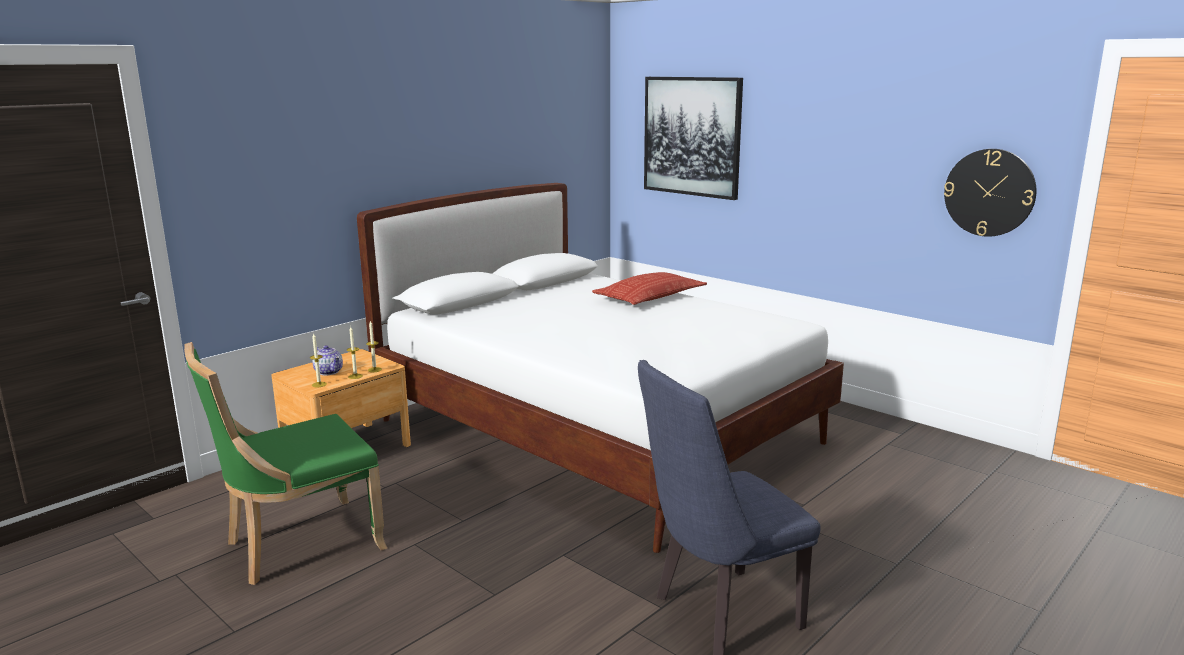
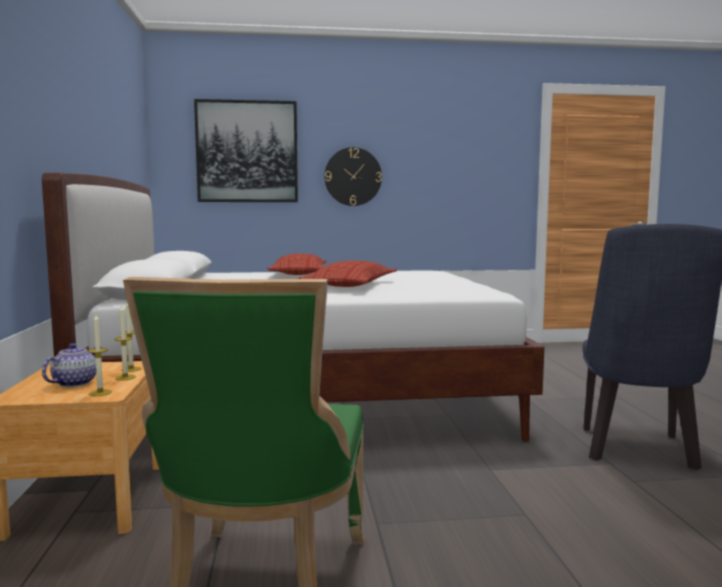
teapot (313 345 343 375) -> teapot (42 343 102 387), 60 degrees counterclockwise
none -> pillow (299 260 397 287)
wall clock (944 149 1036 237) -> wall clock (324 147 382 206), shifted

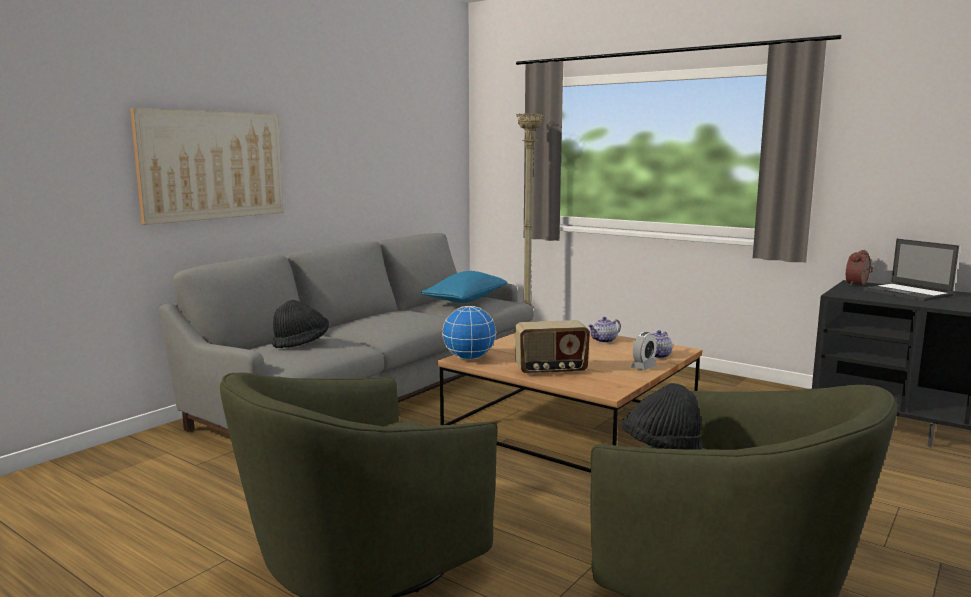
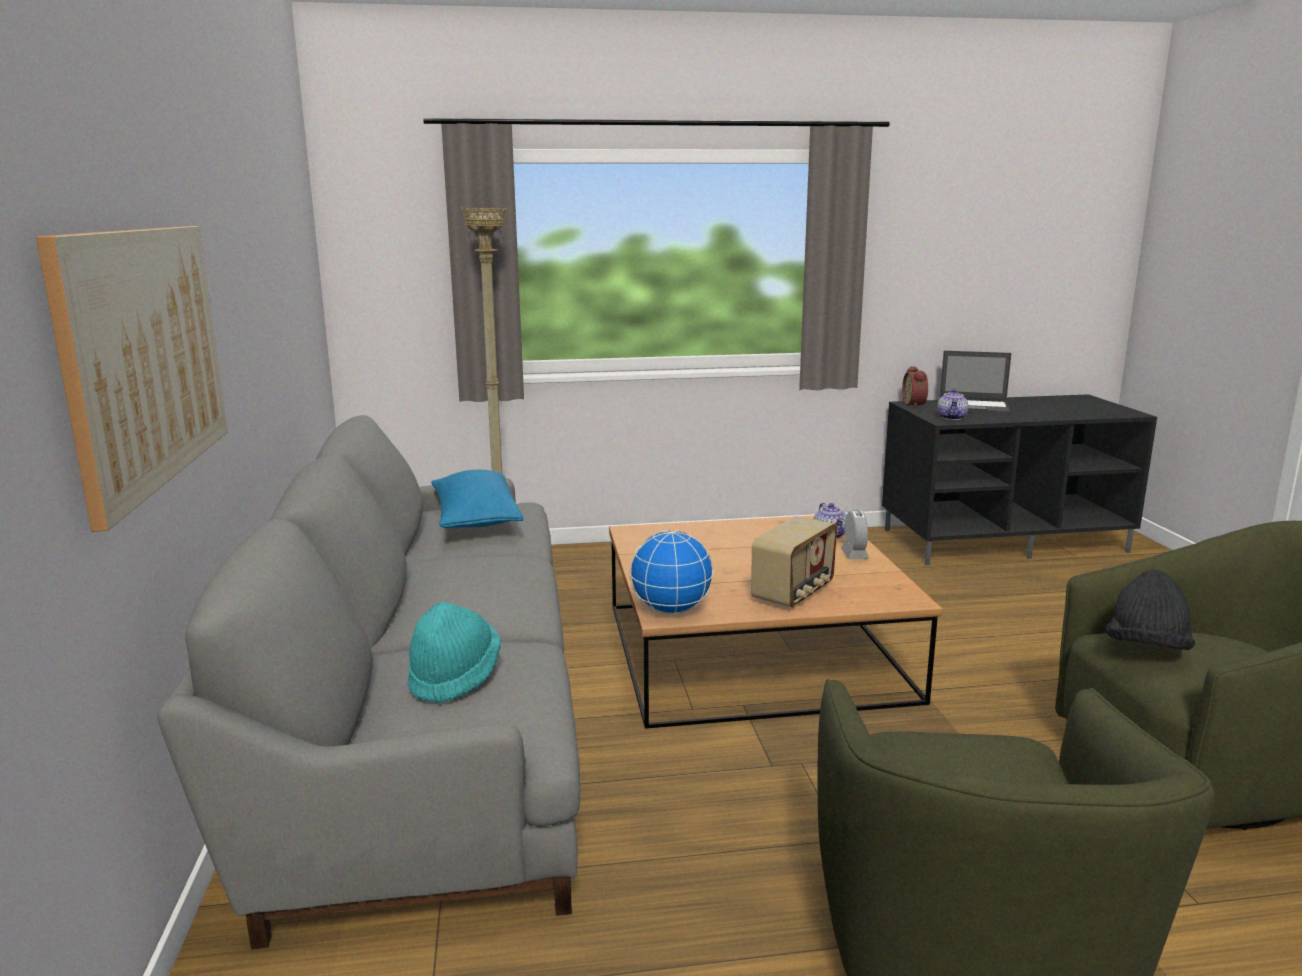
black hat (272 300 329 348) -> turquoise hat (408 602 501 704)
teapot (588 317 621 343) -> teapot (937 389 968 420), shifted

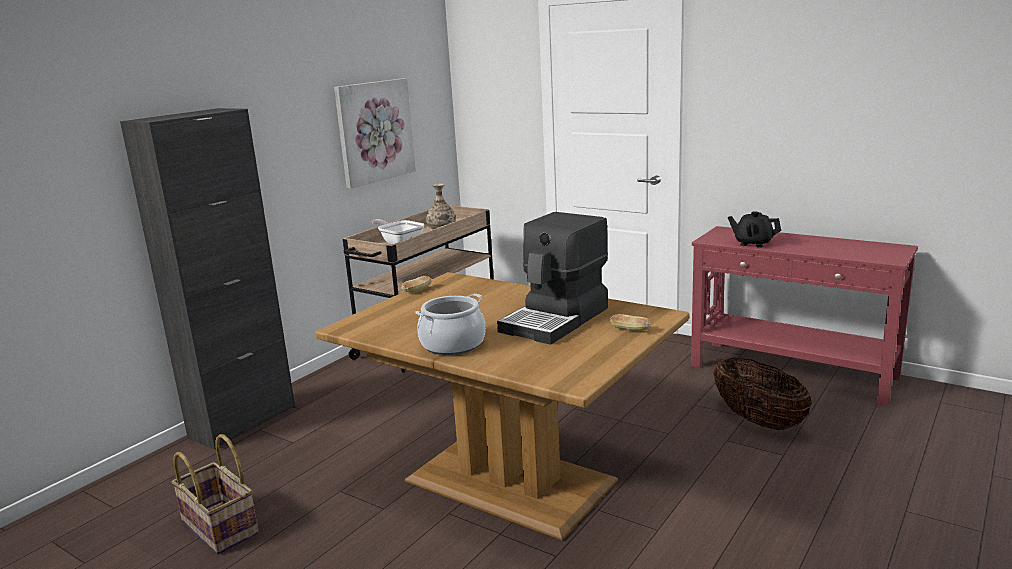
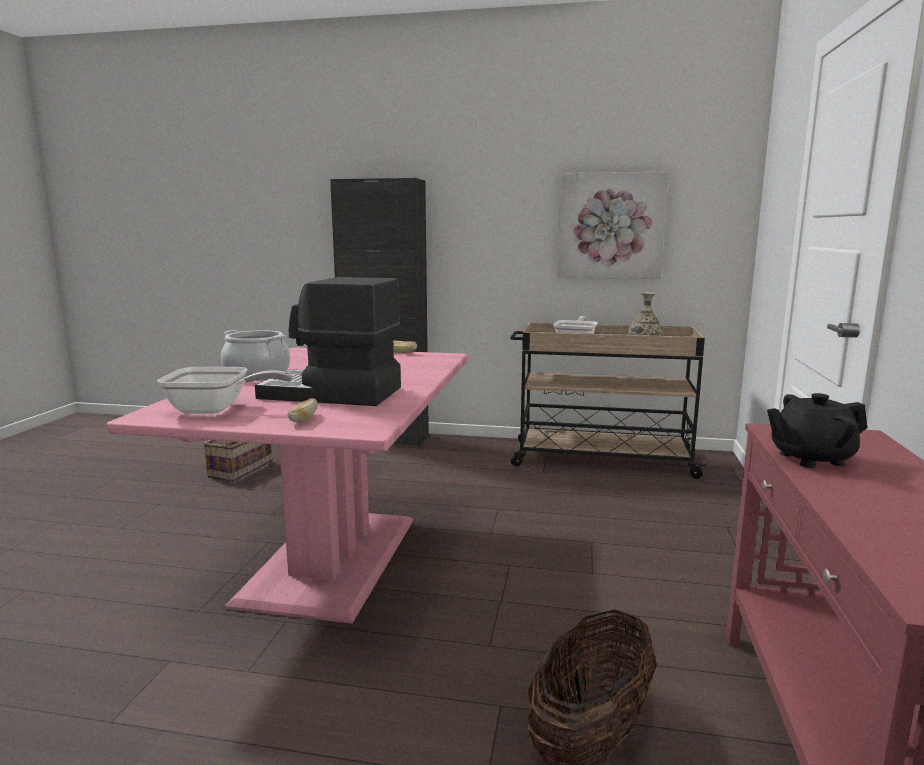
brown dining table (316 272 689 540) -> pink dining table (107 347 468 624)
none -> frying pan (157 367 293 414)
black teapot (728 211 781 248) -> black teapot (767 393 867 468), 105 degrees counterclockwise

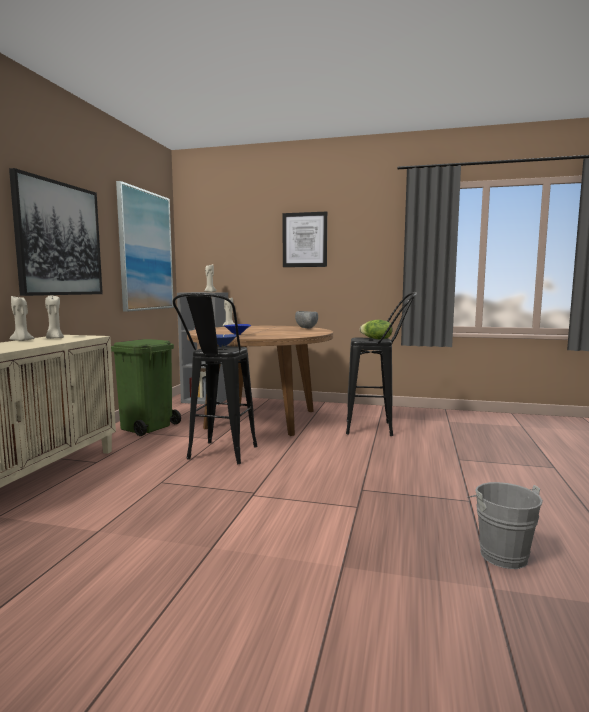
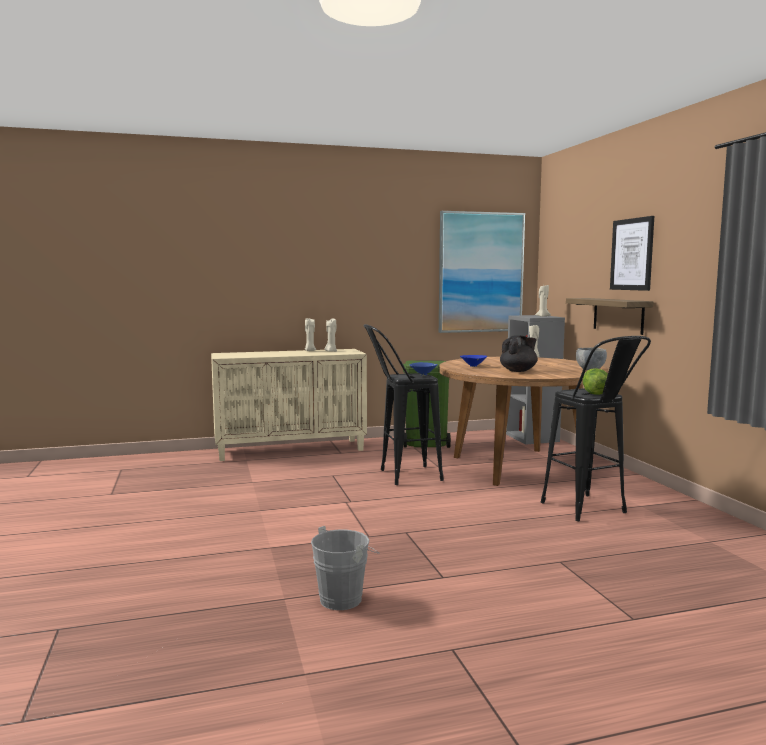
none -> black teapot (500 335 538 372)
none -> shelf (566 298 654 335)
picture (9 168 103 296) -> none

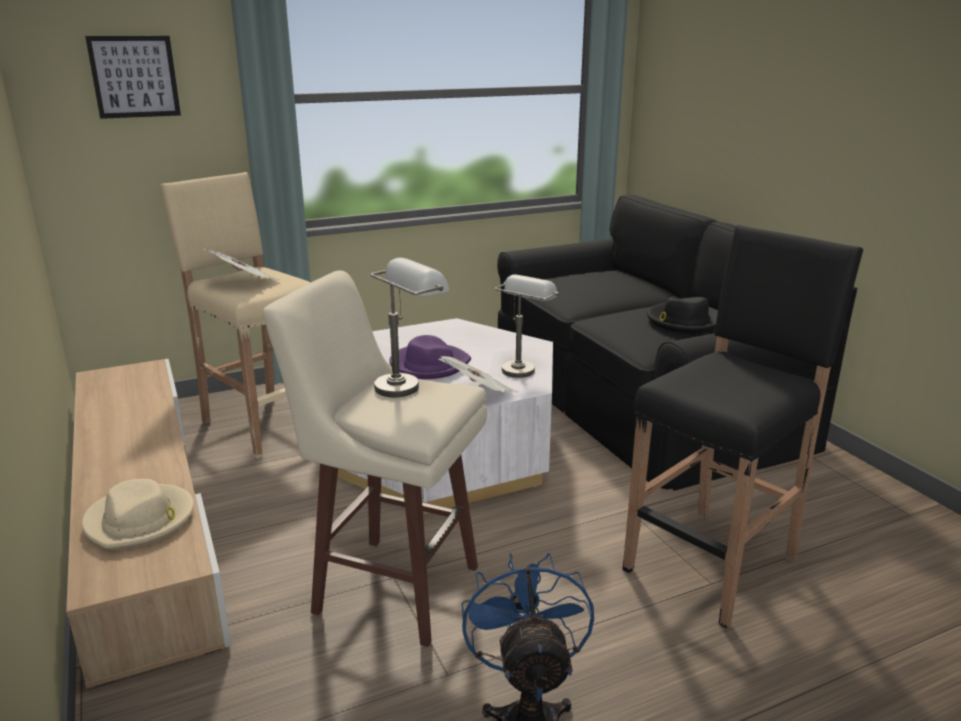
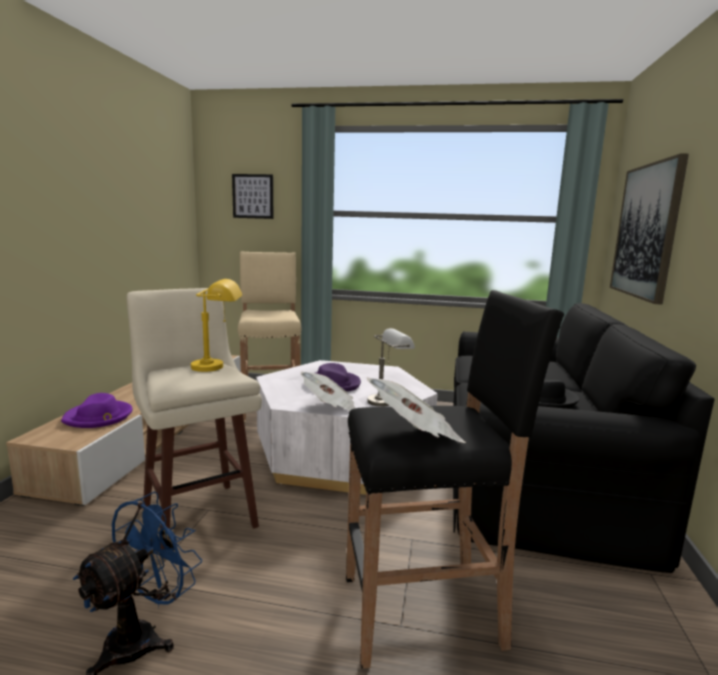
beige hat (82 479 194 550) -> purple hat (61 393 133 428)
grey table lamp (370 258 450 397) -> yellow table lamp (191 279 242 372)
newspaper (203 249 280 280) -> newspaper (366 378 466 443), shifted
none -> picture (610 154 689 305)

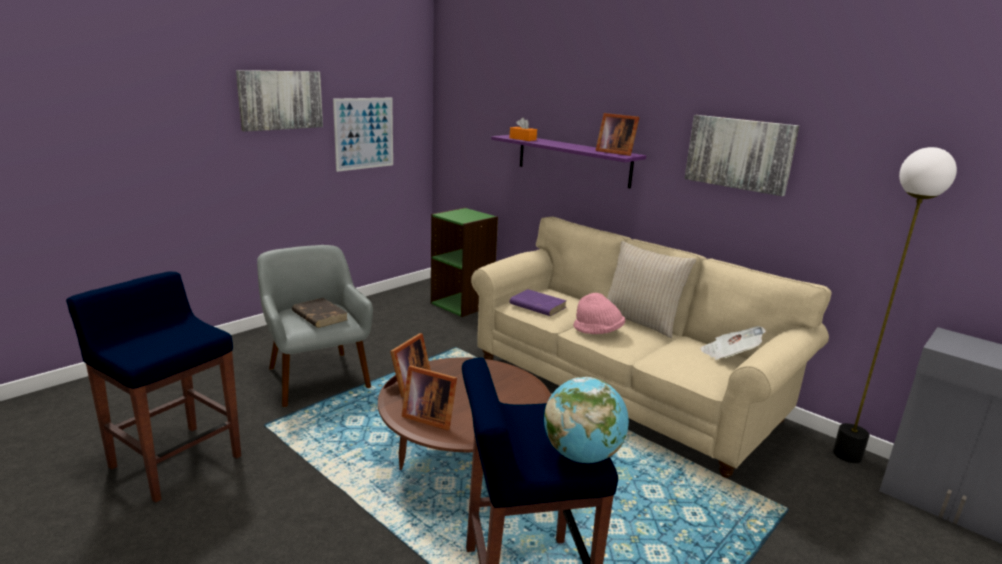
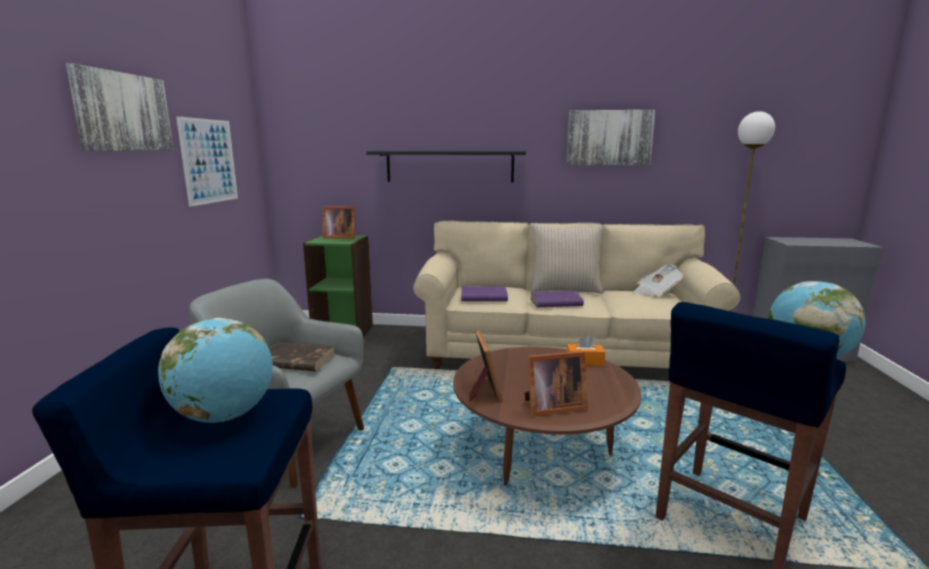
none -> globe (158 318 273 423)
picture frame (596 113 640 156) -> picture frame (323 206 355 238), shifted
purple shelf (491 135 646 189) -> black shelf (366 151 526 183)
pink hat (573 293 625 334) -> purple book (530 291 584 307)
orange tissue box (510 118 537 141) -> orange tissue box (567 335 605 366), shifted

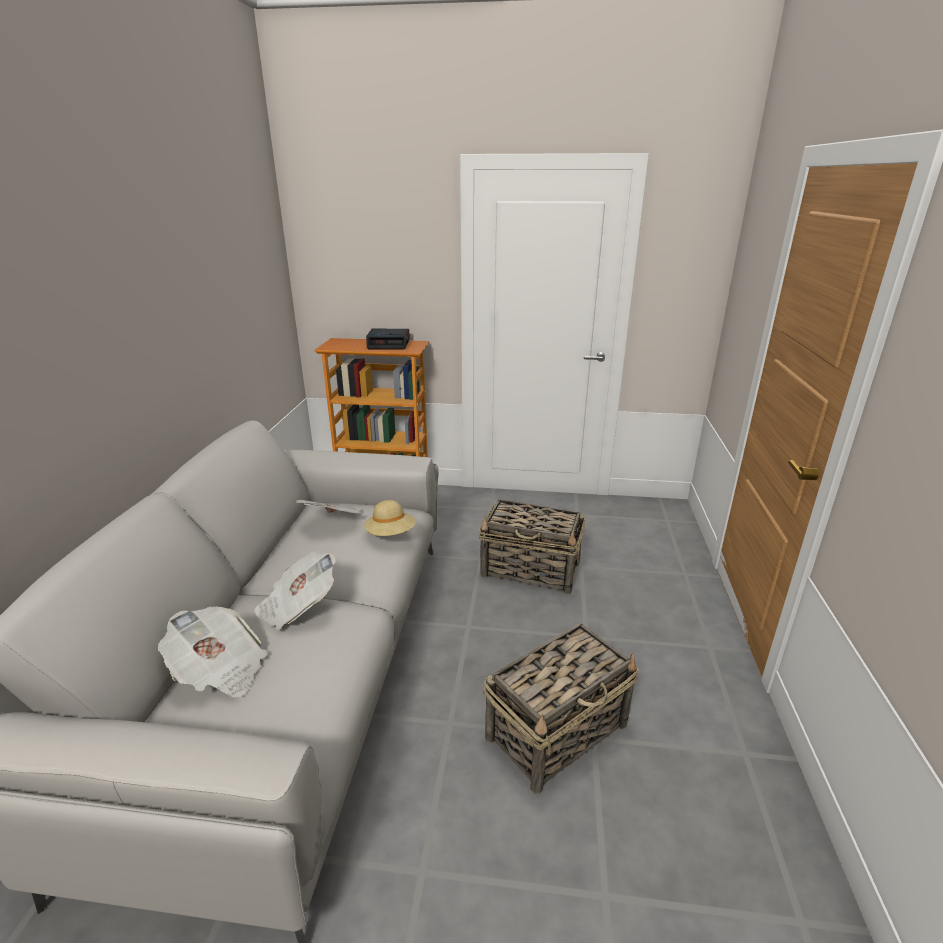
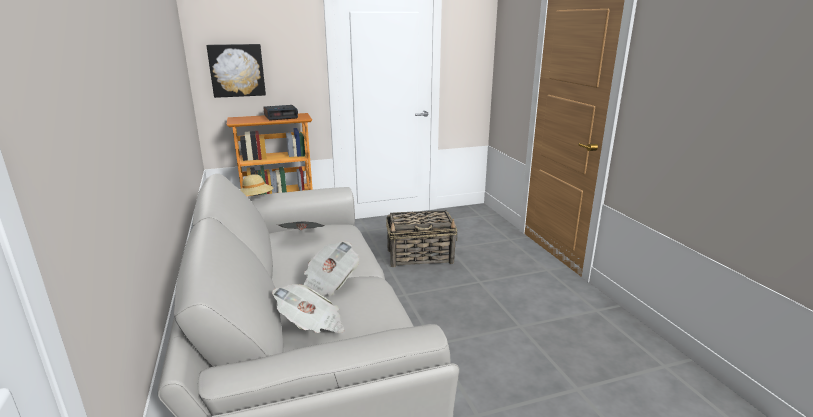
none -> picture (206 44 266 98)
beige hat (364 500 416 536) -> beige hat (240 174 274 196), shifted
basket (483 623 639 794) -> none

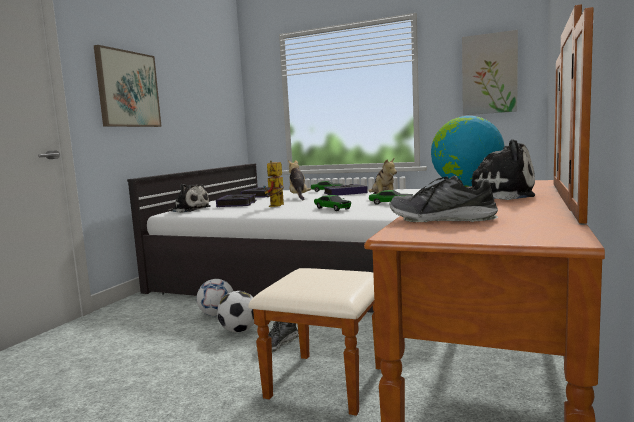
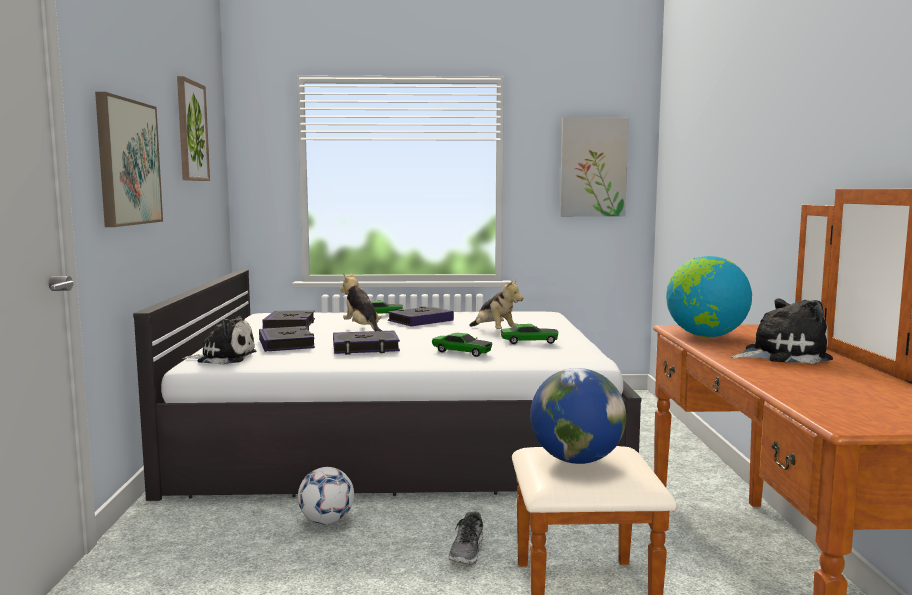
none -> picture (177 76 210 181)
toy robot (264 161 284 207) -> book (333 331 400 355)
none -> globe (530 368 626 464)
football (217 291 254 332) -> none
shoe (390 176 498 222) -> none

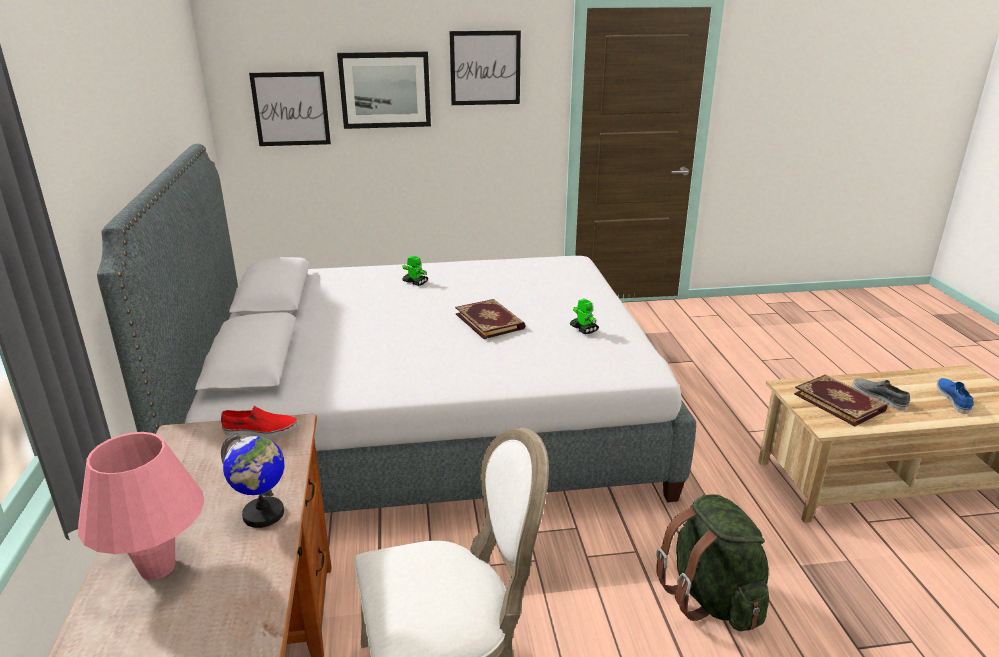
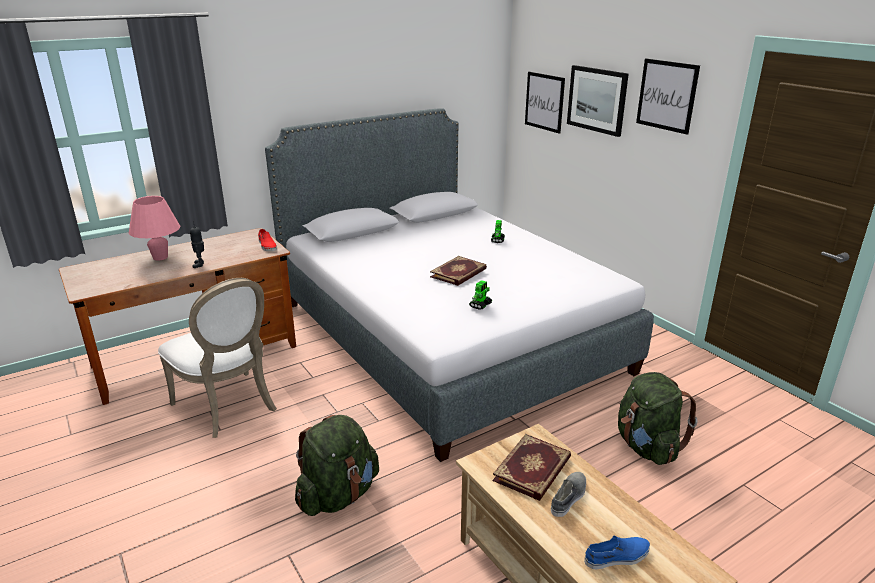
globe (221 432 285 528) -> toy robot (190 221 204 268)
none -> green backpack (618 372 697 465)

